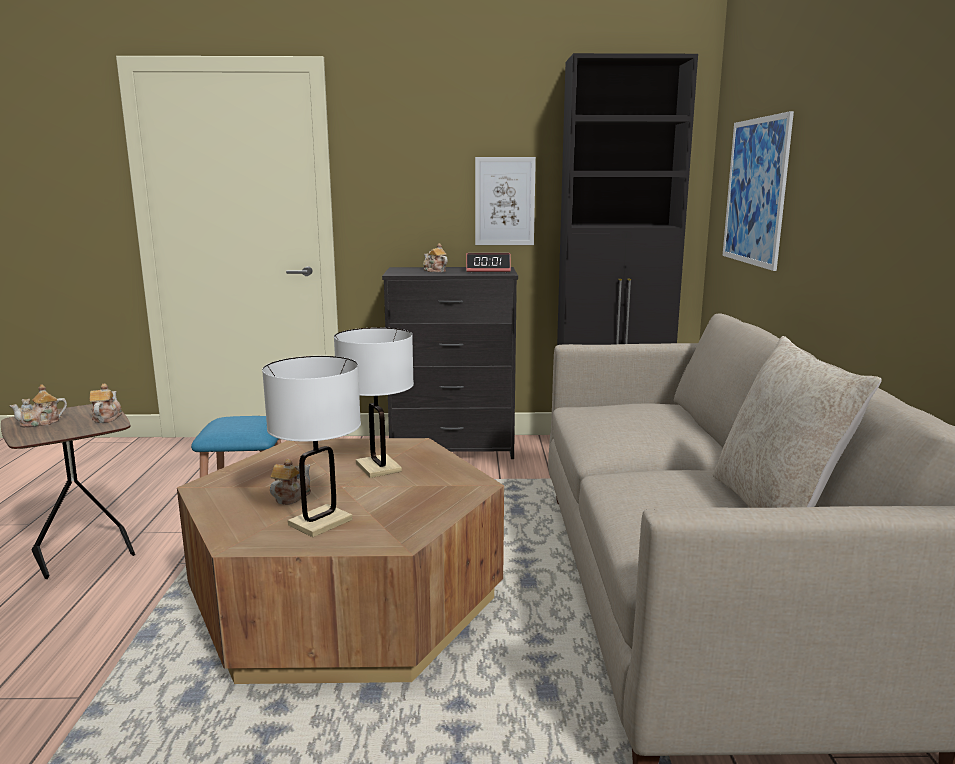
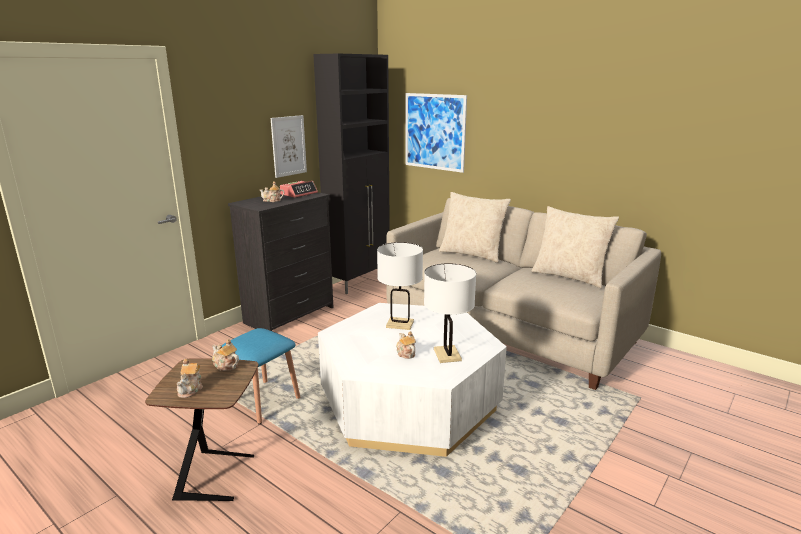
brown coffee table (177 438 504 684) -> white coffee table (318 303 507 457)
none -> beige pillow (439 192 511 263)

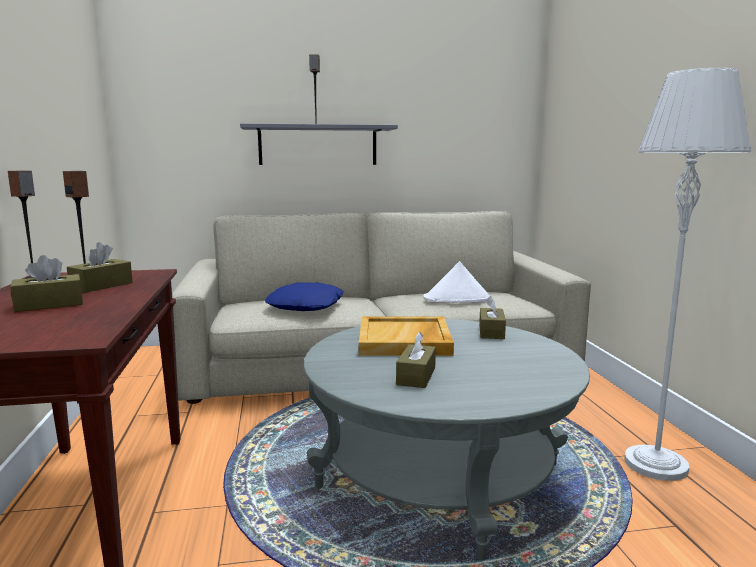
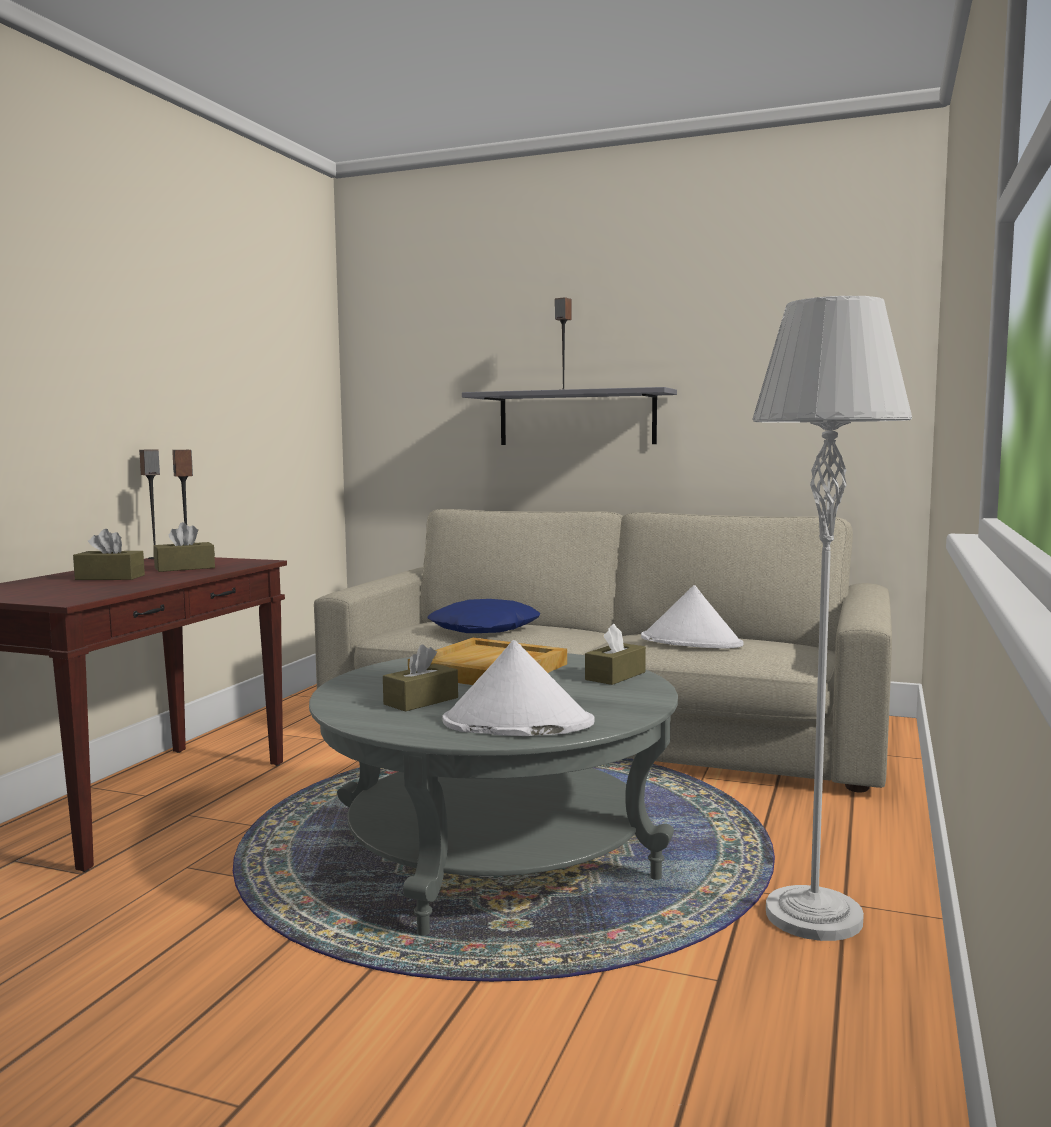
none -> white hat (442 640 594 736)

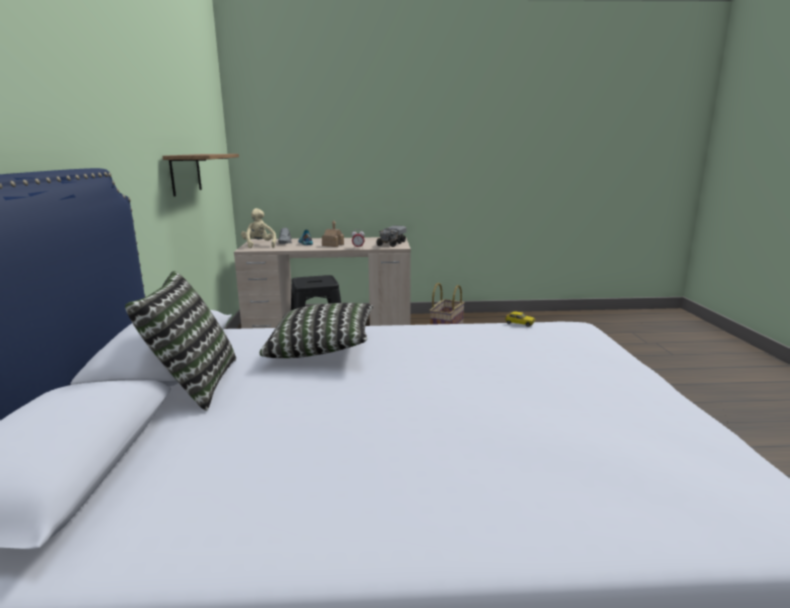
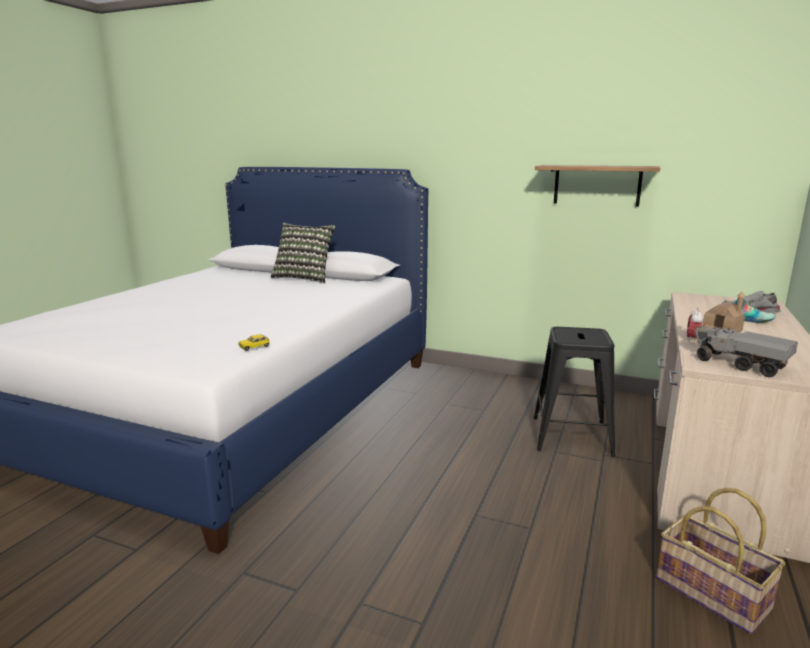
beige plush toy (241 208 276 248) -> none
pillow (260 303 373 358) -> none

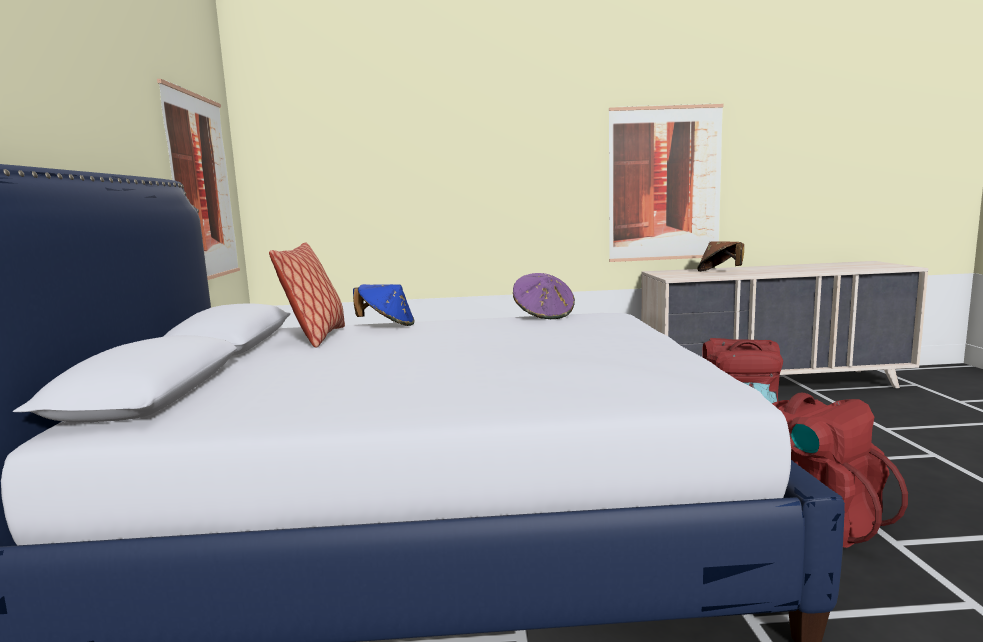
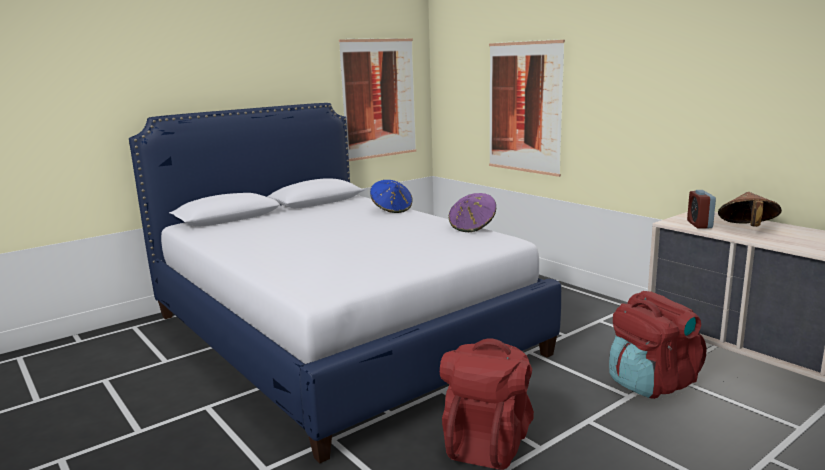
picture (609 103 724 262) -> picture (489 39 565 177), shifted
none -> alarm clock (687 190 716 228)
pillow (269 242 345 348) -> none

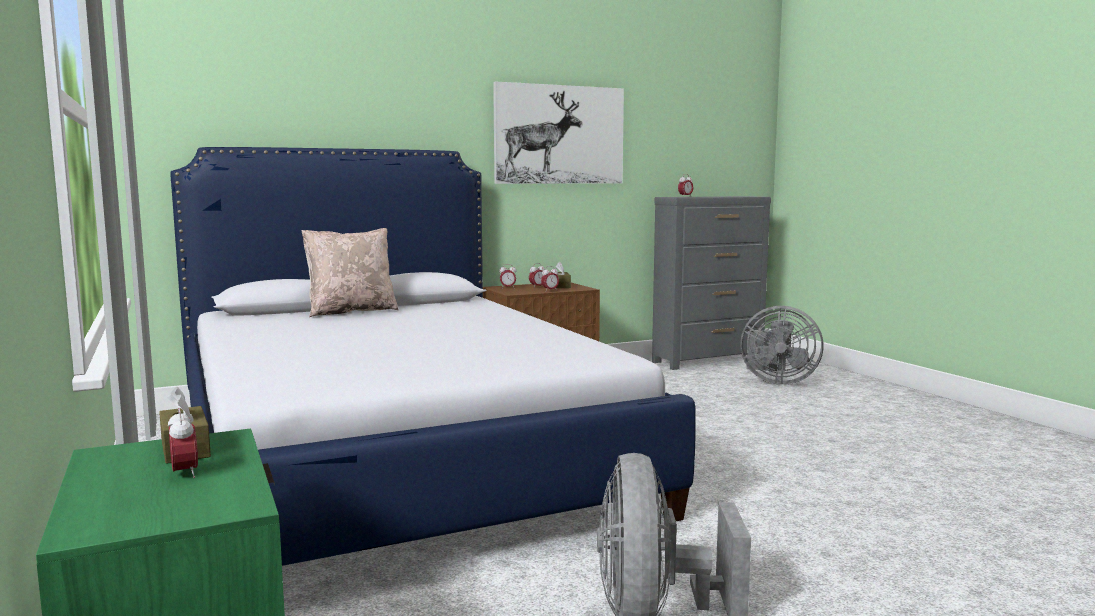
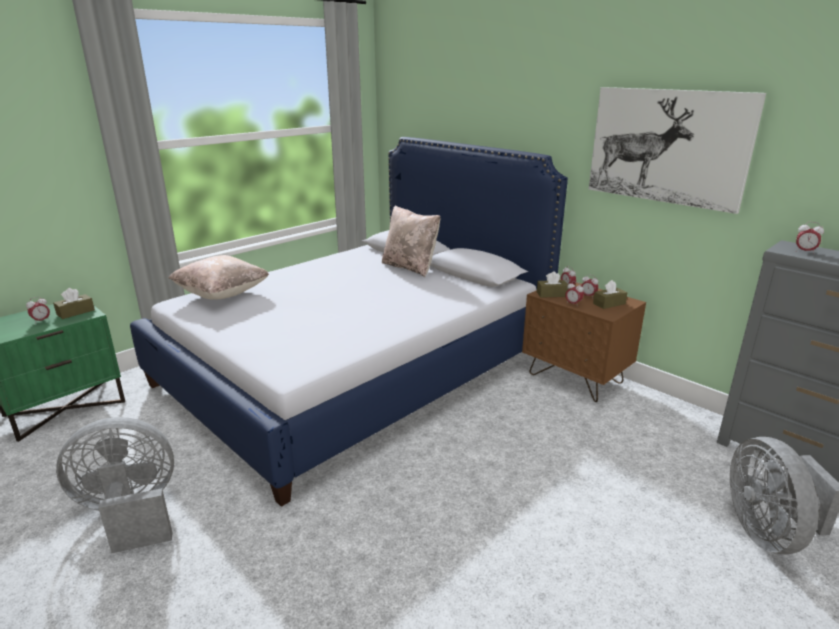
none -> beige pillow (168 255 269 300)
none -> brown tissue box (537 271 568 298)

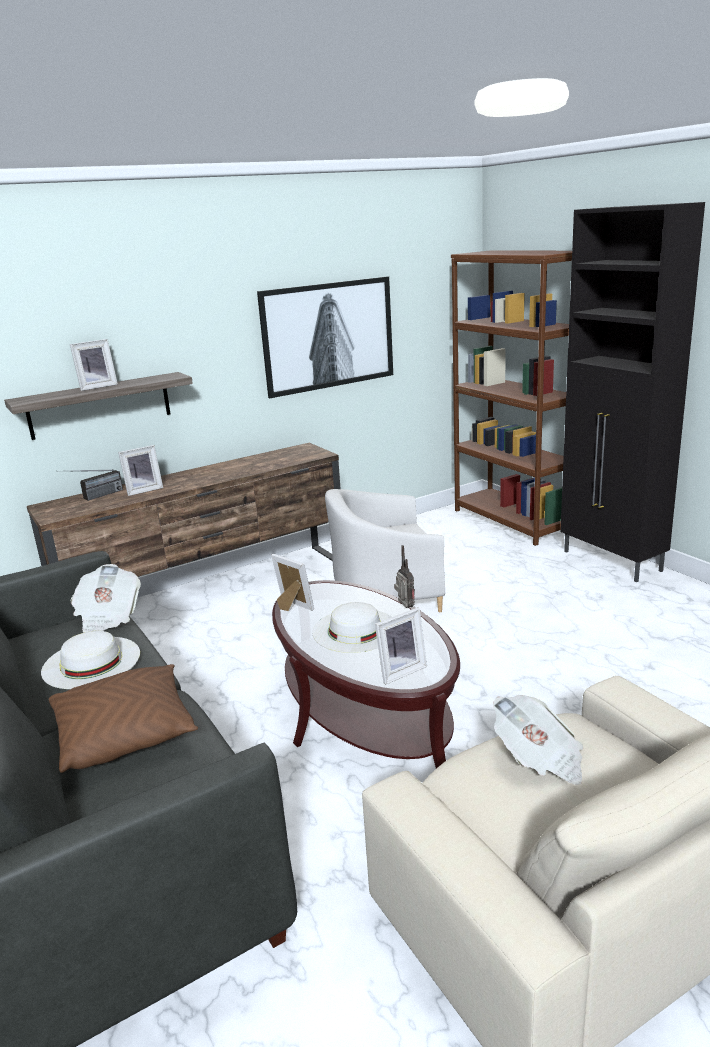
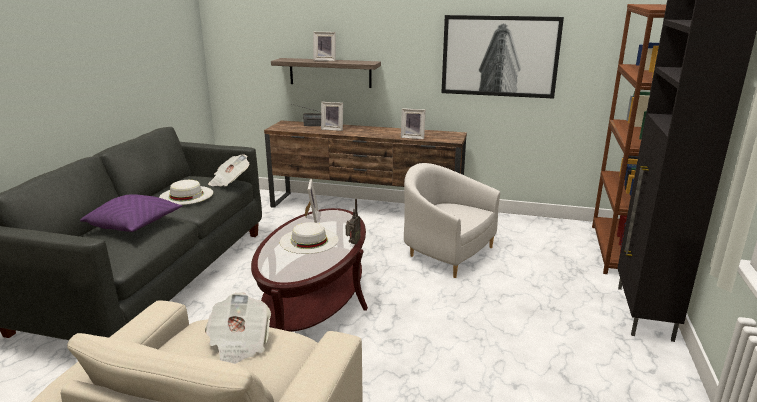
brown pillow (49 664 198 773) -> purple pillow (80 194 182 232)
picture frame (375 607 427 684) -> picture frame (401 108 426 139), shifted

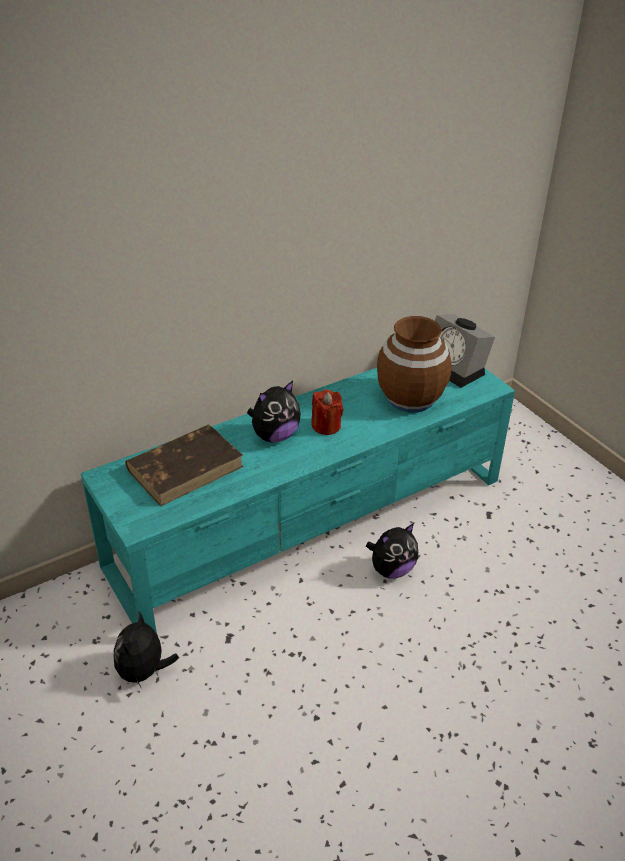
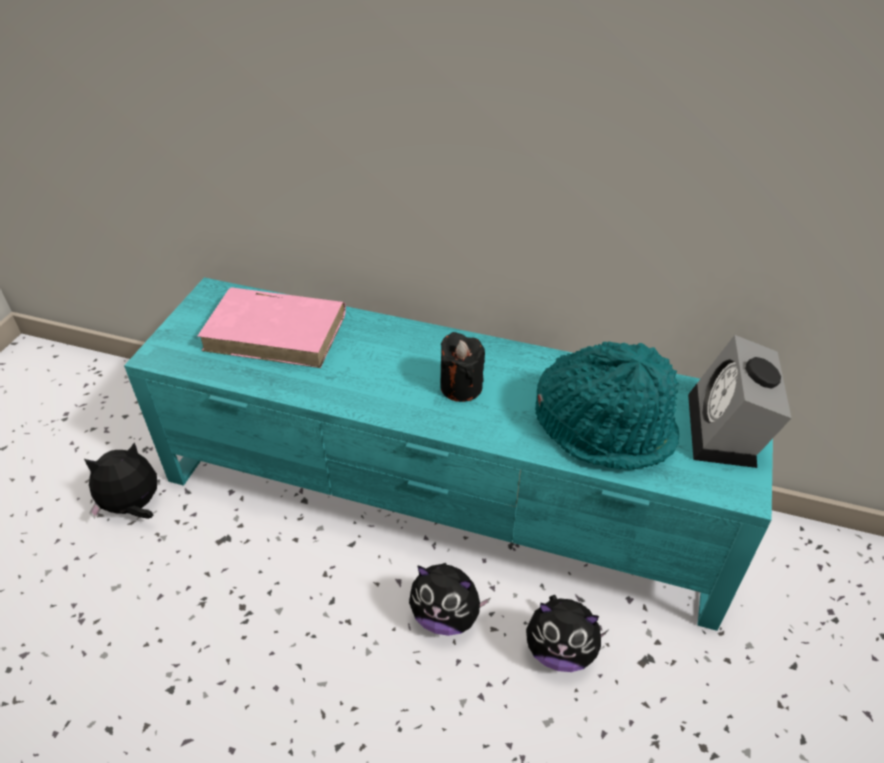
brown book (125 425 244 507) -> pink book (198 287 346 368)
red candle (311 389 343 435) -> black candle (440 332 485 402)
plush toy (247 381 301 442) -> plush toy (526 595 609 672), shifted
brown vase (377 316 452 413) -> turquoise hat (535 341 679 470)

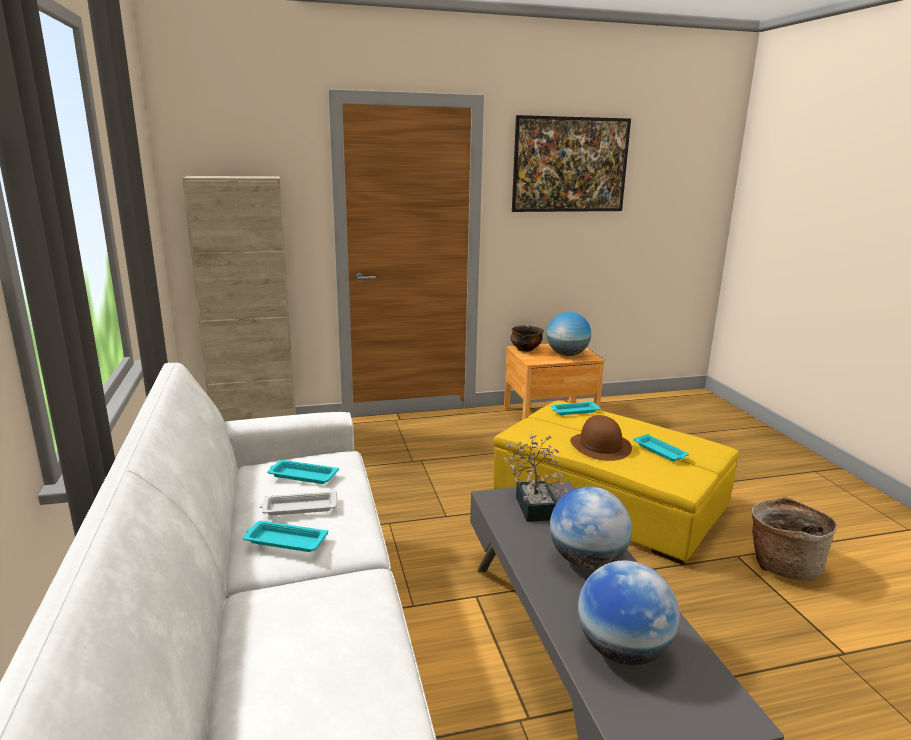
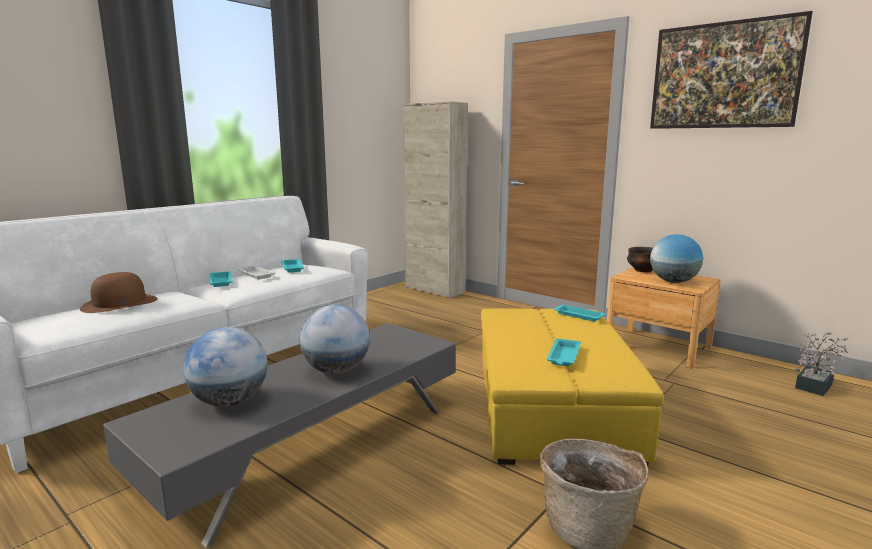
brown hat (570 415 632 461) -> brown hat (80 272 158 313), shifted
potted plant (504 435 568 522) -> potted plant (795 332 848 396), shifted

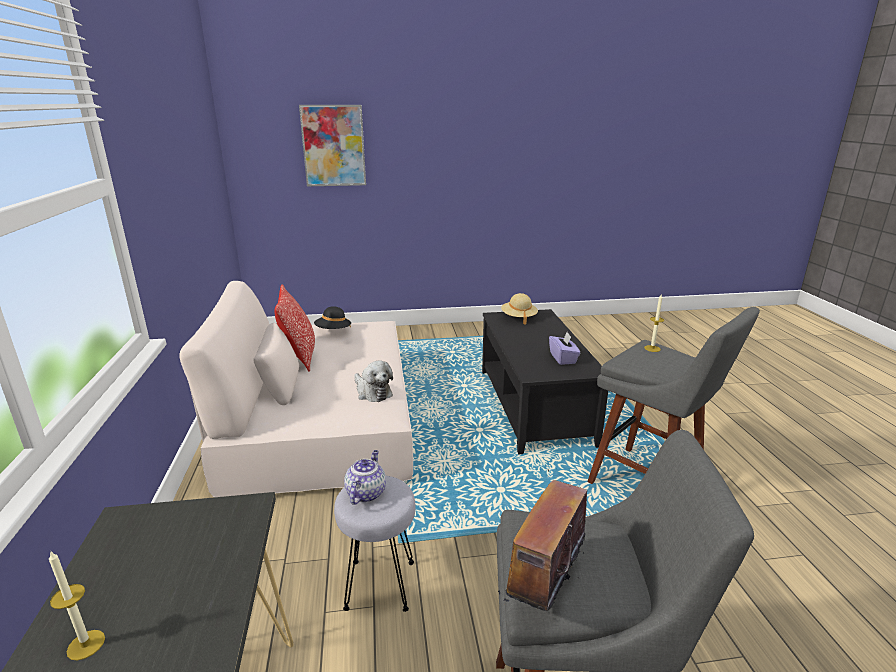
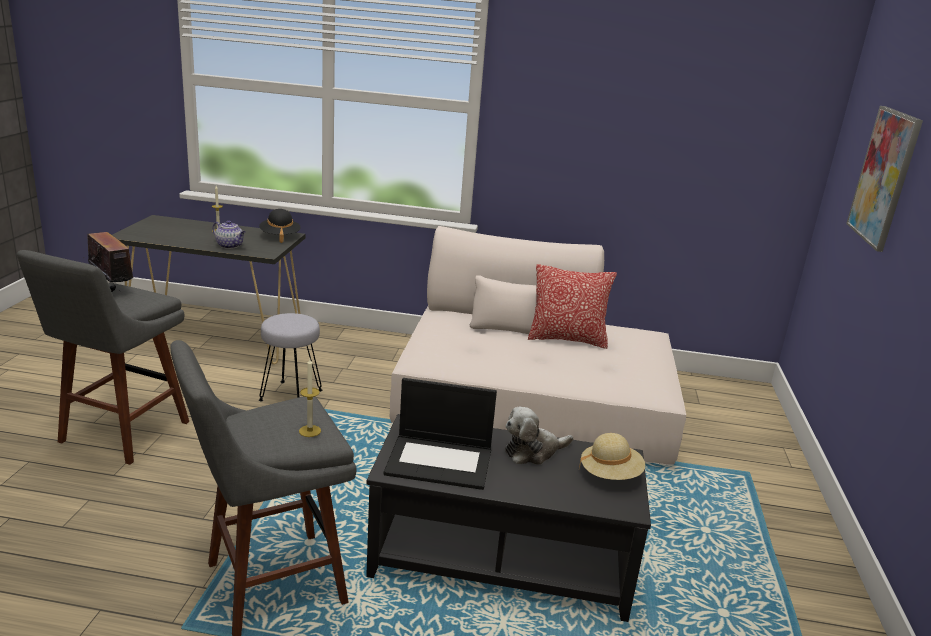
teapot (344 450 386 505) -> teapot (213 220 246 249), shifted
black hat (314 306 351 329) -> black hat (259 209 301 243), shifted
purple tissue box (549 332 580 365) -> laptop (384 378 497 490)
plush toy (355 360 393 402) -> plush toy (505 406 573 465), shifted

